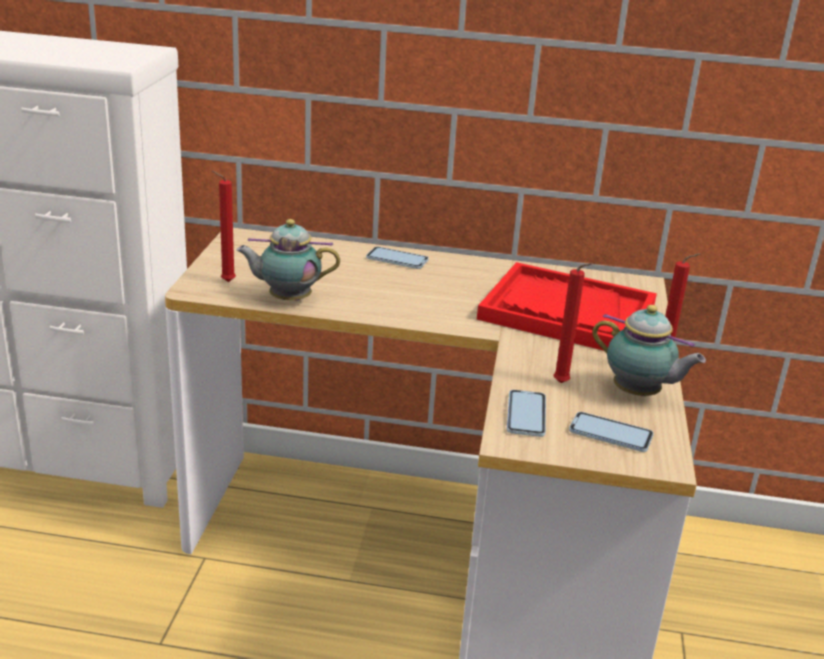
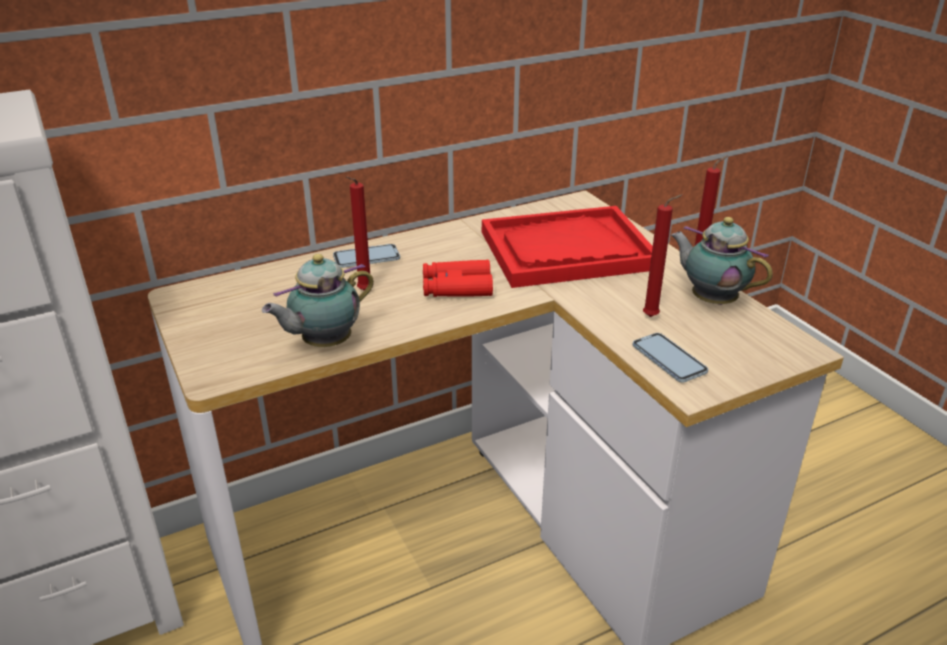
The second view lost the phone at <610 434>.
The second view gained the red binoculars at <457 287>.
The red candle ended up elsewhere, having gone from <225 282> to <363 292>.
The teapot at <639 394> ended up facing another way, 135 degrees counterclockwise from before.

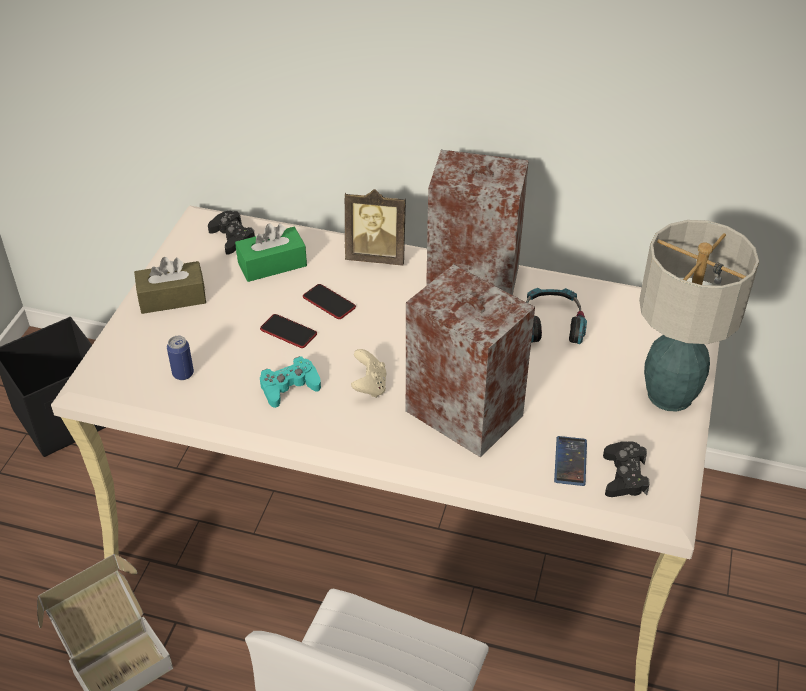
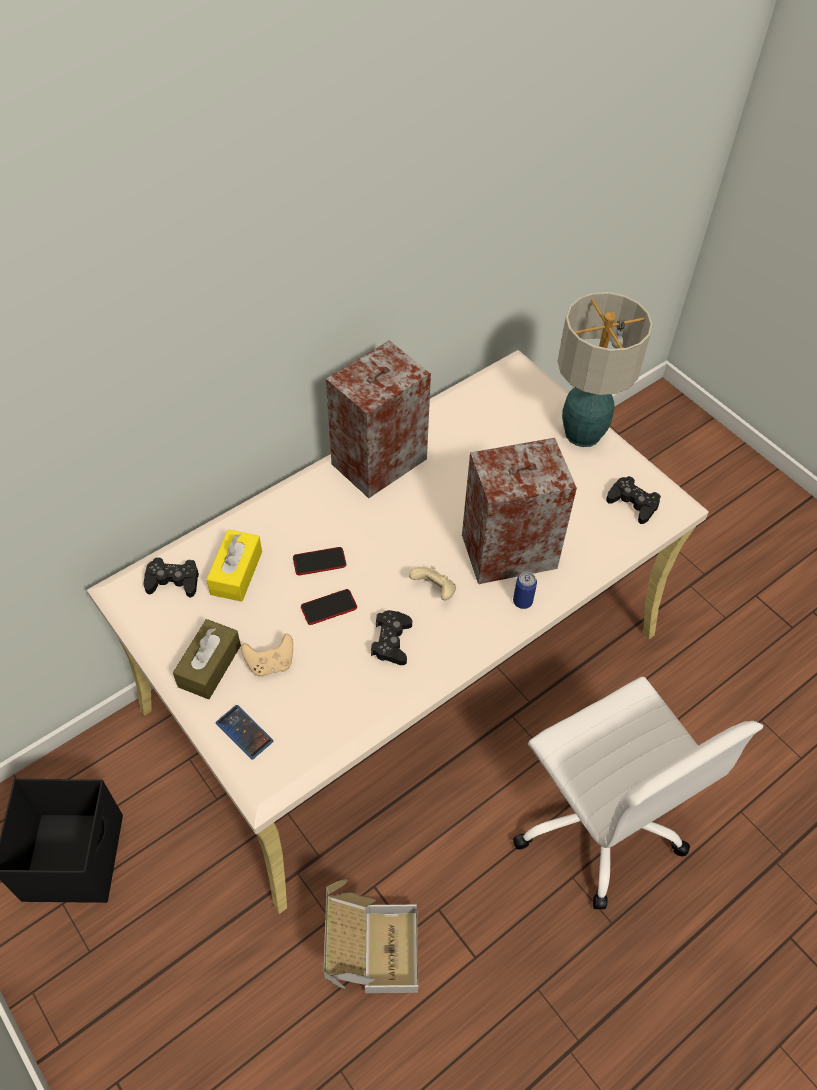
The second view lost the picture frame at <376 256>.
The second view lost the headphones at <552 324>.
The second view gained the beige game controller at <270 663>.
The can ended up elsewhere, having gone from <183 374> to <522 601>.
The phone ended up elsewhere, having gone from <570 461> to <244 732>.
What was the green tissue box at <272 264> turned into the yellow tissue box at <236 573>.
What was the turquoise game controller at <289 387> turned into the black game controller at <391 641>.

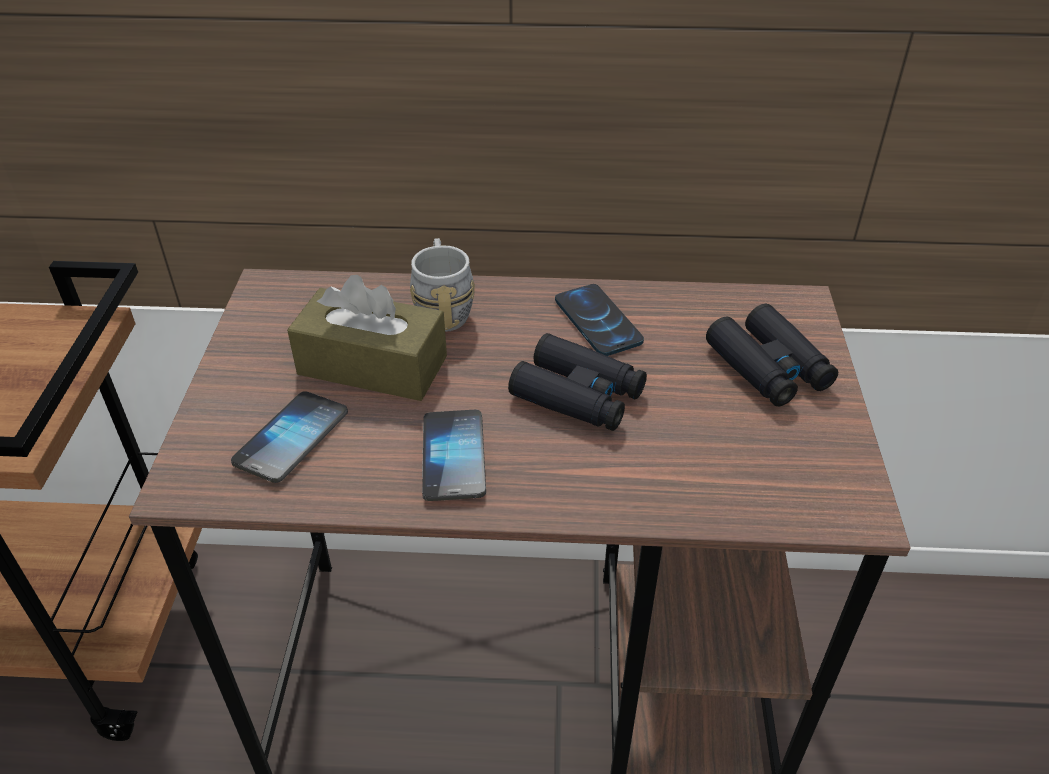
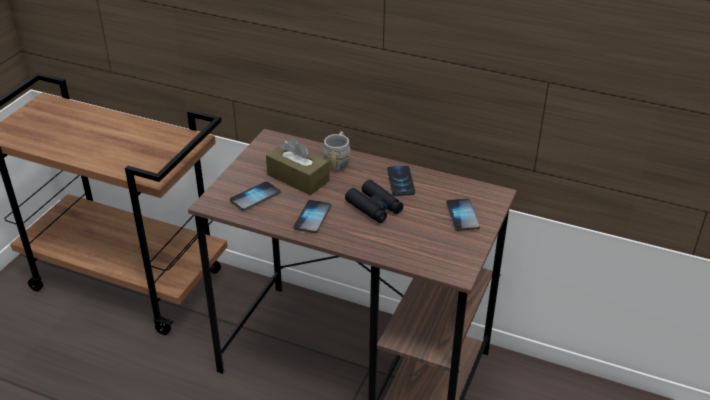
Where the black binoculars stood at <768 367>, the phone came to stand at <462 215>.

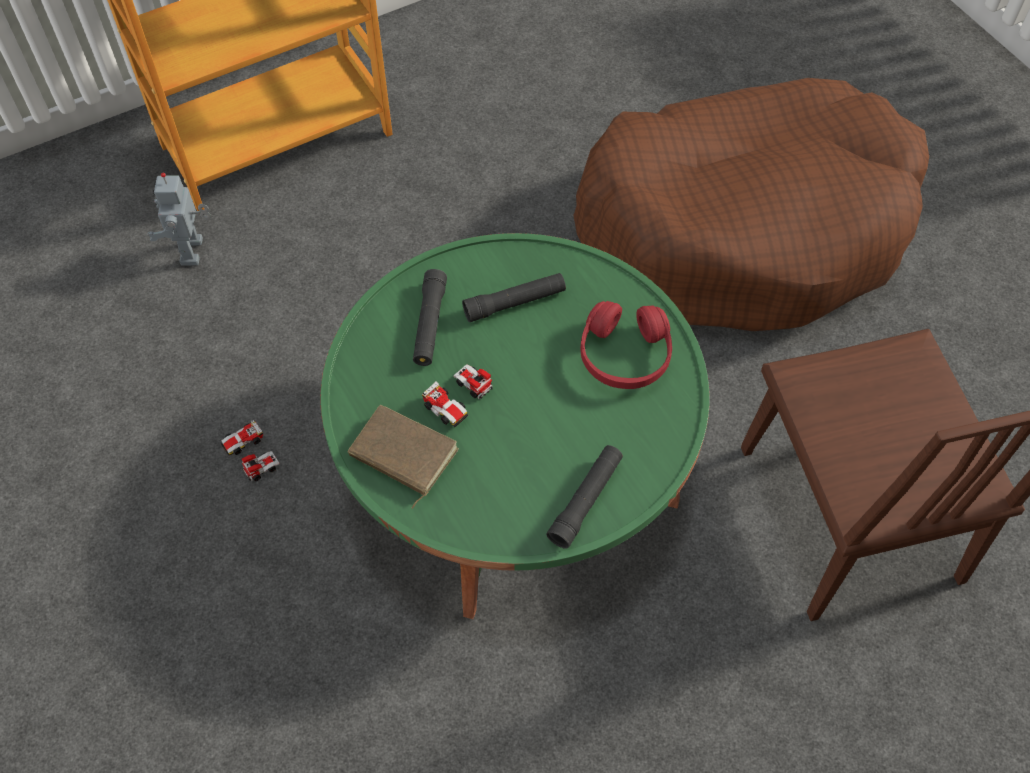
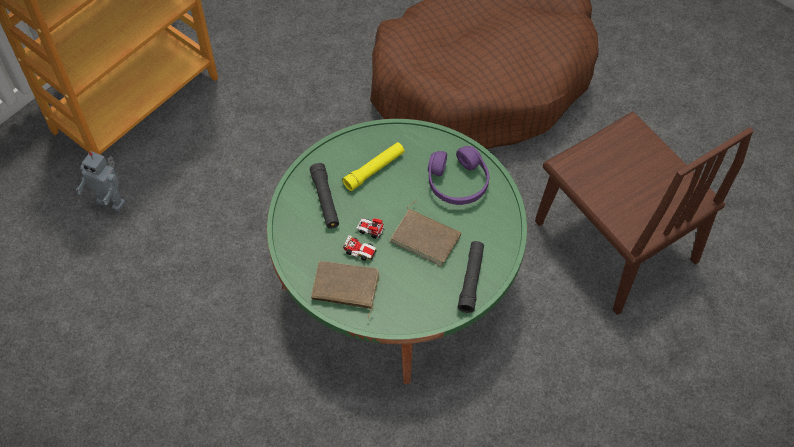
The second view lost the toy car at <251 455>.
The second view gained the brown book at <426 237>.
What was the black flashlight at <515 303> turned into the yellow flashlight at <374 170>.
What was the red headphones at <624 355> turned into the purple headphones at <457 182>.
The toy robot at <194 251> ended up facing another way, 45 degrees counterclockwise from before.

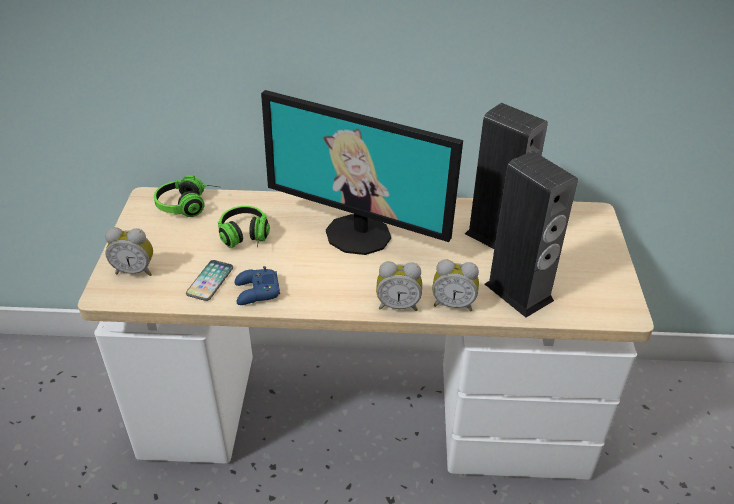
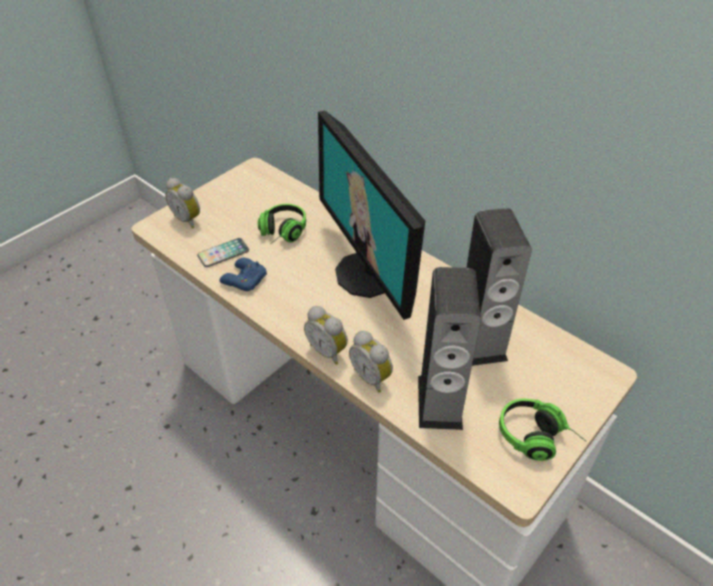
The headphones ended up elsewhere, having gone from <189 205> to <538 439>.

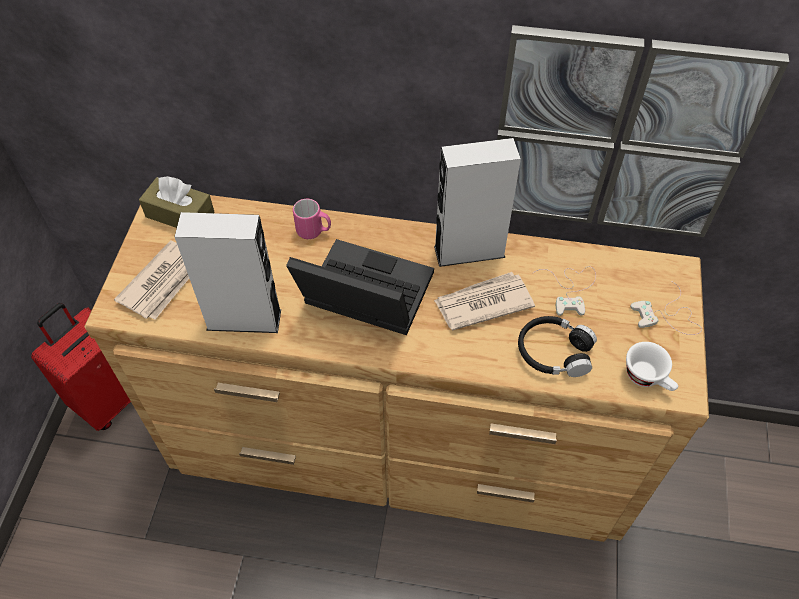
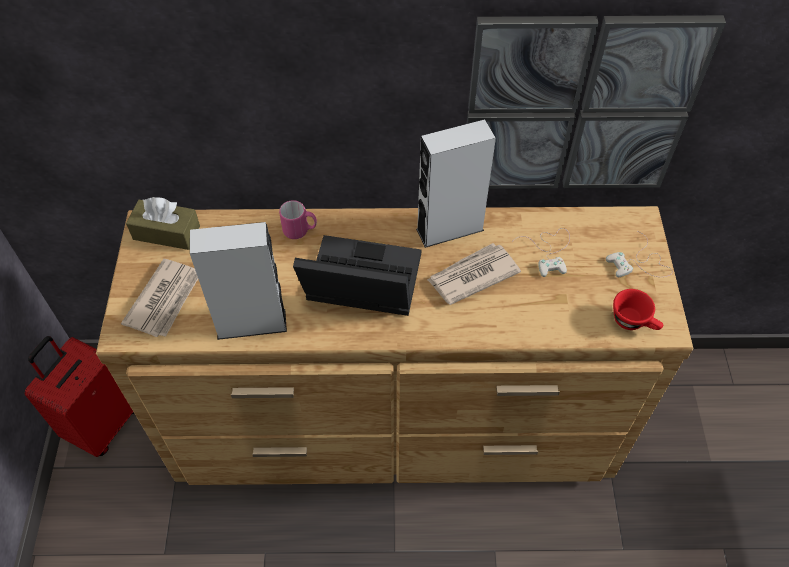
The second view lost the black headphones at <554 352>.
What was the white cup at <648 378> turned into the red cup at <634 322>.

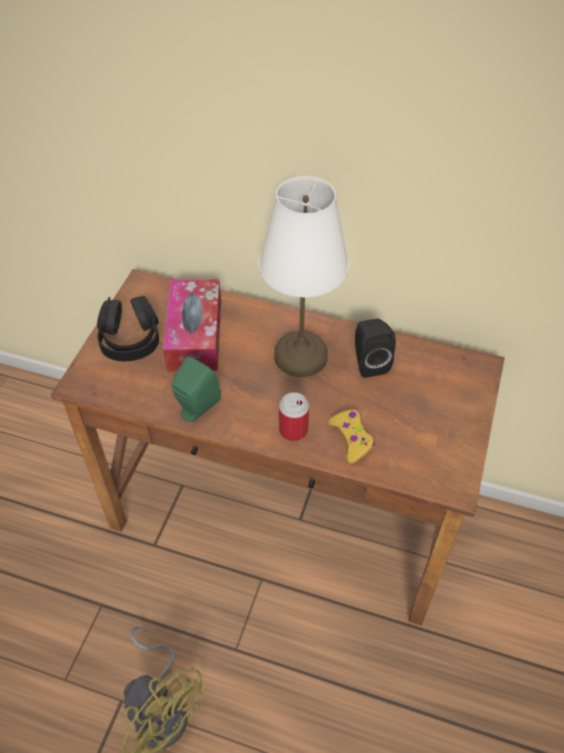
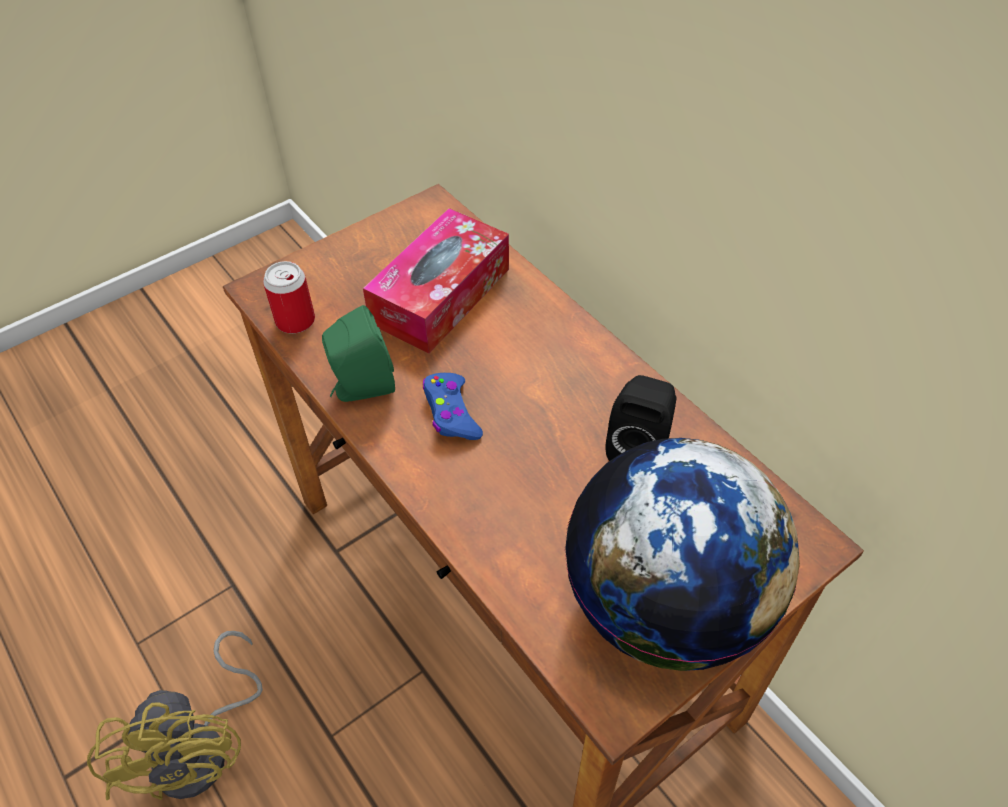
The second view lost the black headphones at <130 339>.
The second view lost the white table lamp at <301 357>.
The second view lost the yellow game controller at <351 438>.
The second view gained the blue game controller at <451 413>.
The second view gained the globe at <665 604>.
The can ended up elsewhere, having gone from <293 430> to <295 321>.

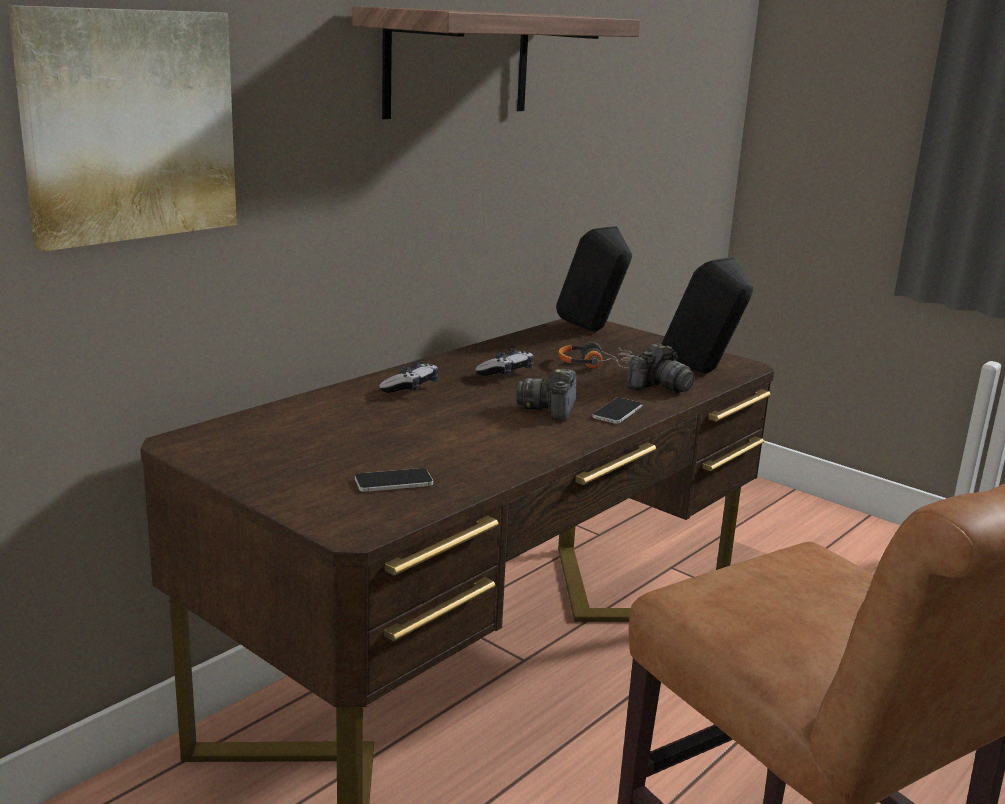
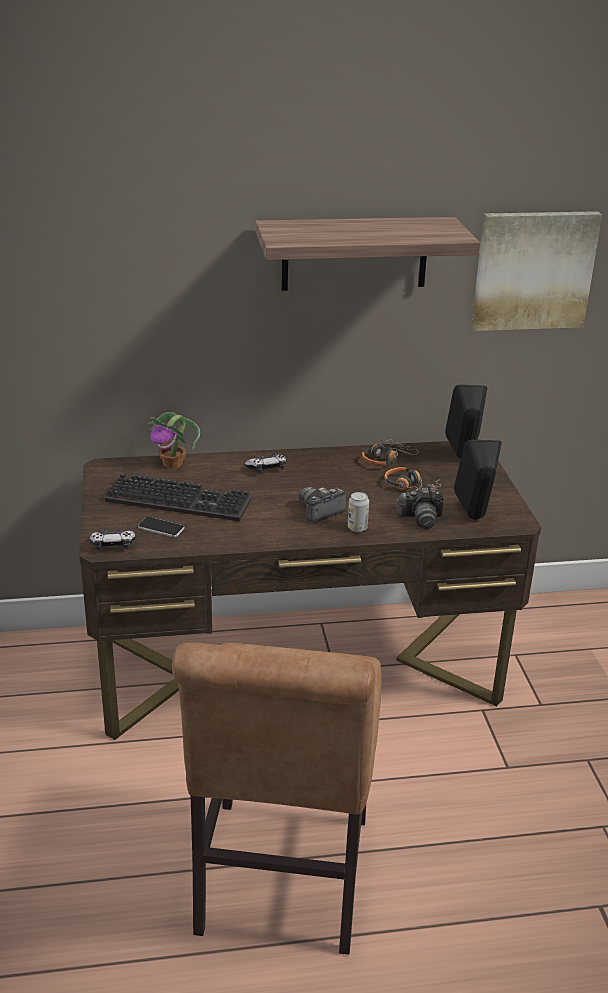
The second view gained the keyboard at <181 500>.
The second view gained the potted plant at <173 463>.
The second view gained the headphones at <386 458>.
The picture ended up elsewhere, having gone from <128 125> to <533 270>.
The game controller ended up elsewhere, having gone from <506 373> to <113 545>.
Where the phone stood at <617 412>, the can came to stand at <357 528>.

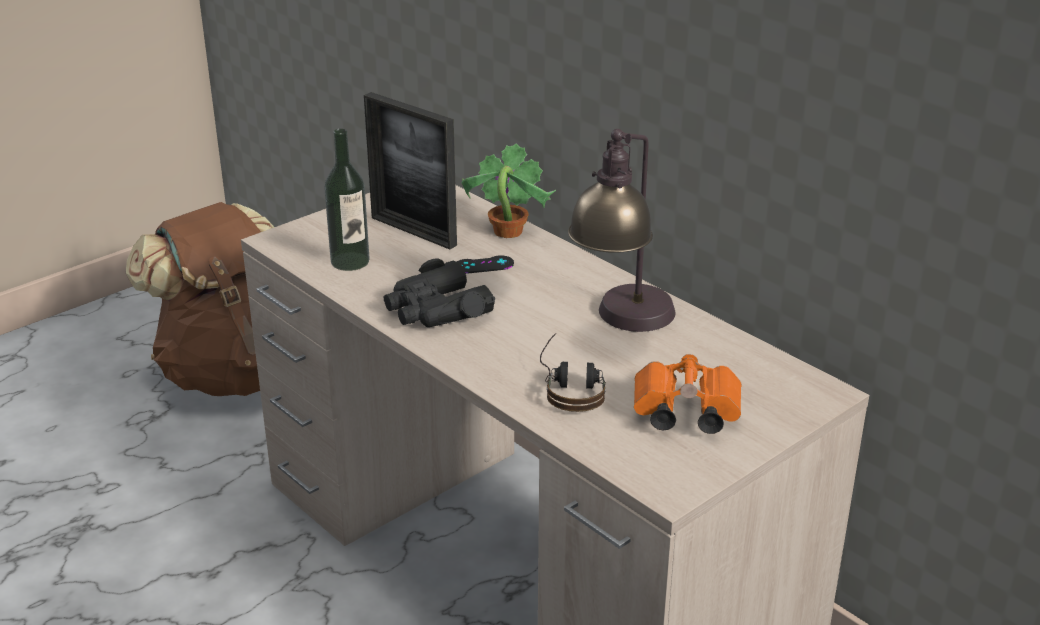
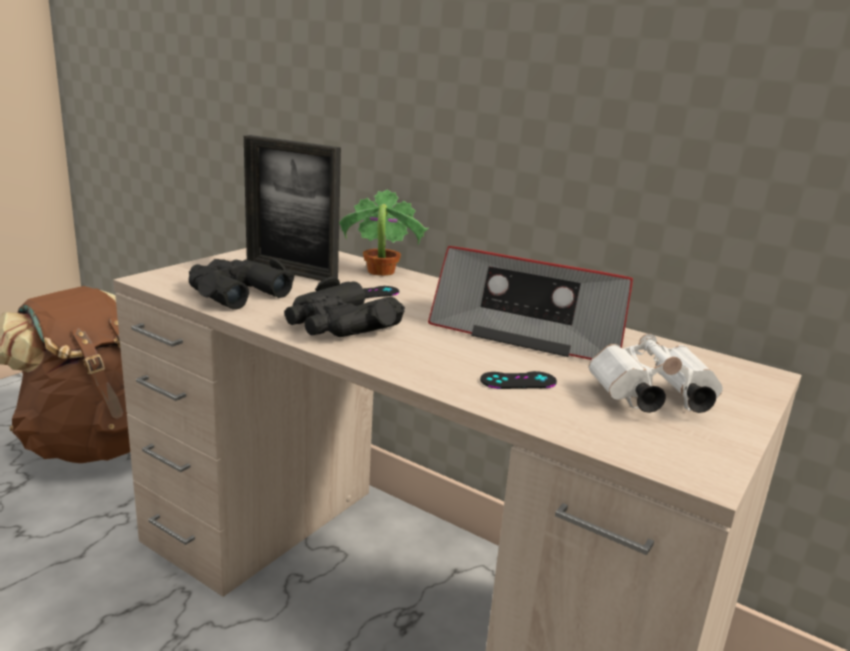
Where the bottle stood at <350 261>, the black binoculars came to stand at <234 292>.
Where the headphones stood at <572 386>, the black game controller came to stand at <518 381>.
Where the table lamp stood at <622 325>, the radio came to stand at <530 331>.
What was the orange binoculars at <682 414> turned into the white binoculars at <649 399>.

